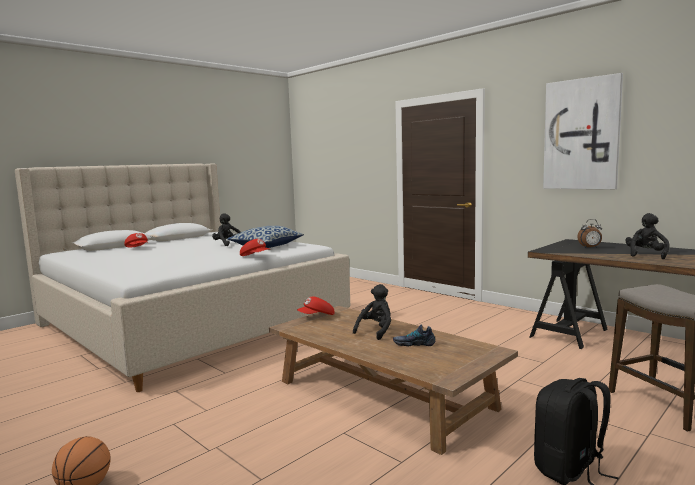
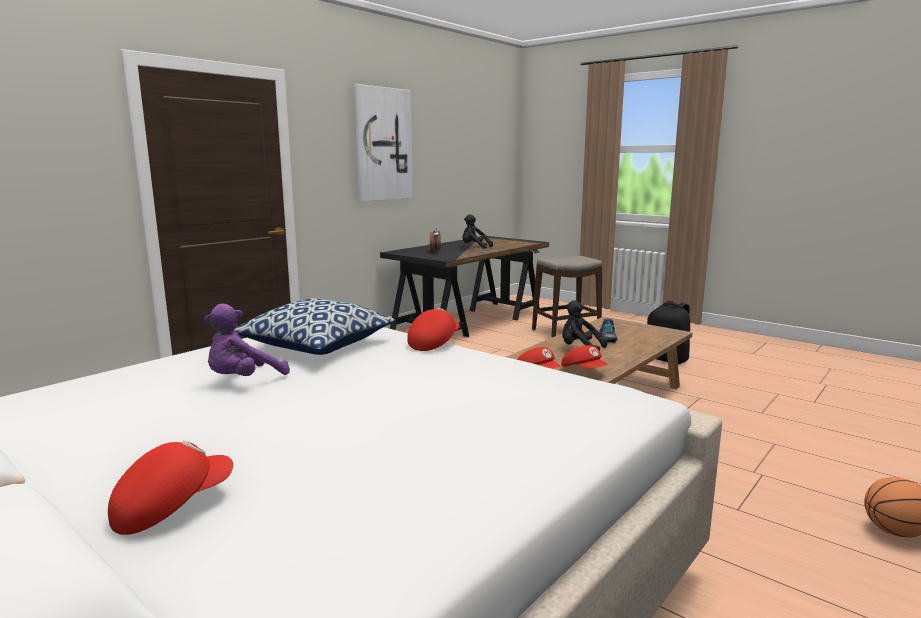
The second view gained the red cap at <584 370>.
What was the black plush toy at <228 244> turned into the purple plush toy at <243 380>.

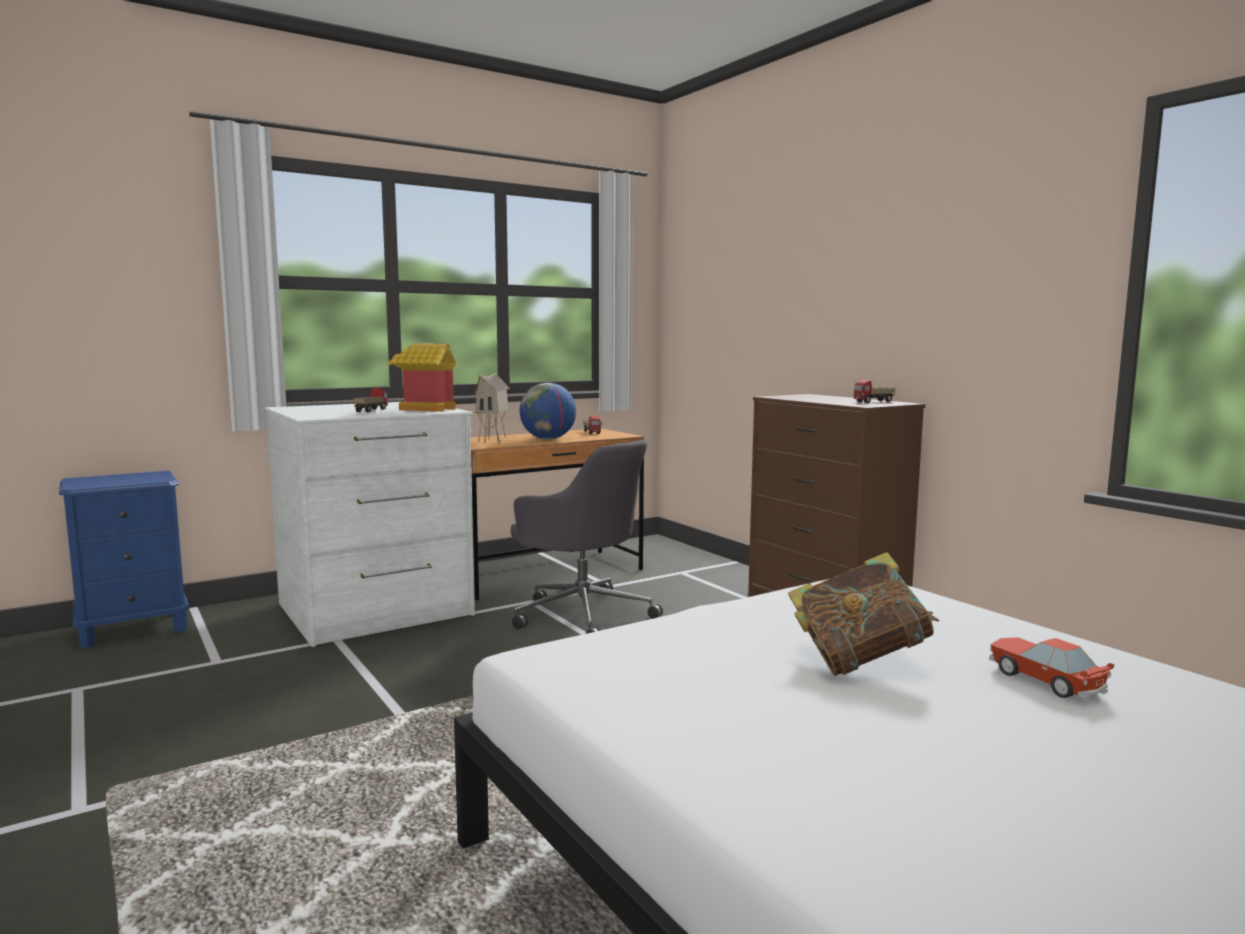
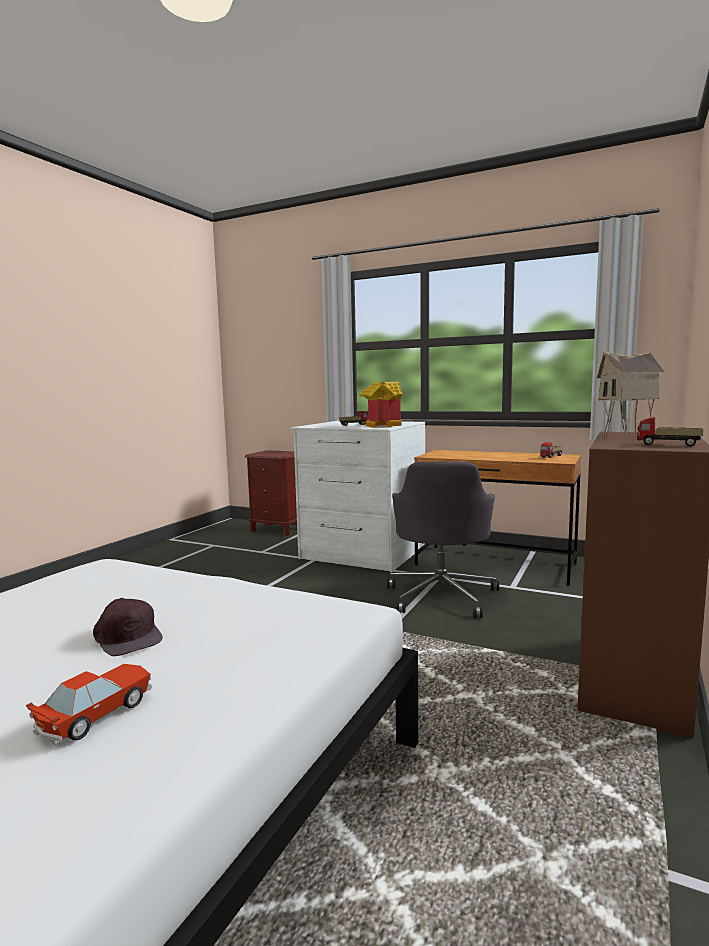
The second view lost the globe at <548 439>.
The toy house ended up elsewhere, having gone from <494 440> to <628 436>.
Where the book stood at <859 660>, the brown cap came to stand at <127 636>.
What was the blue nightstand at <134 629> turned into the brown nightstand at <278 529>.

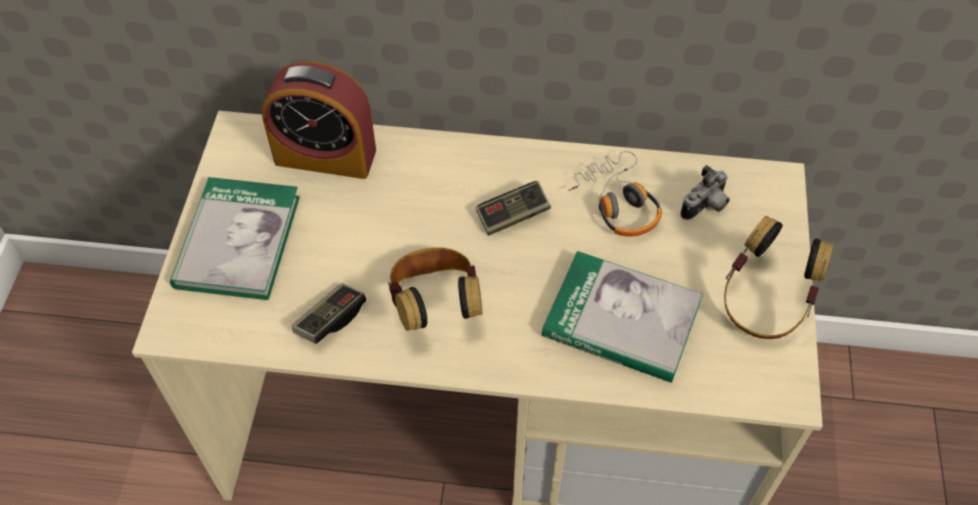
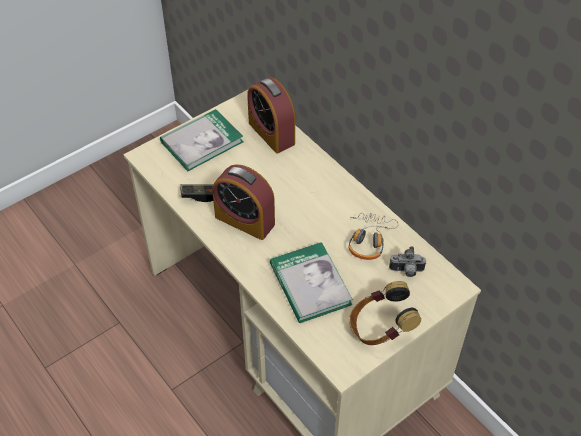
The second view lost the game controller at <513 216>.
Where the headphones stood at <435 305>, the alarm clock came to stand at <244 220>.

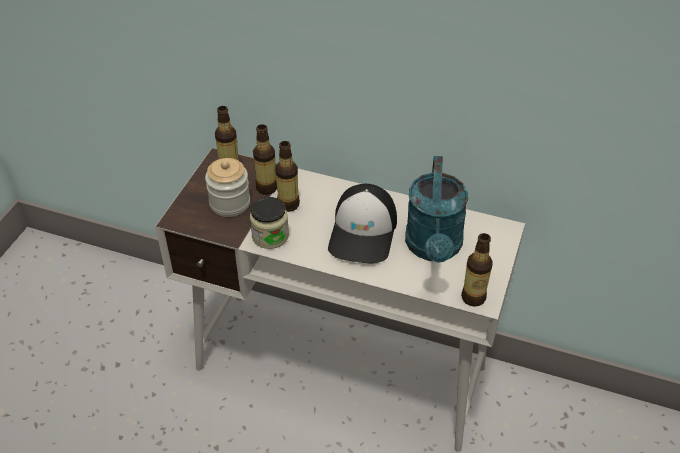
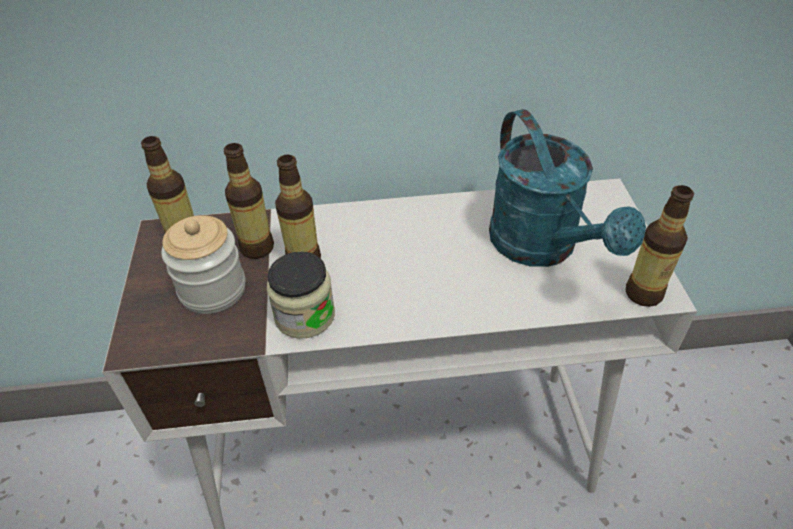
The second view lost the cap at <363 232>.

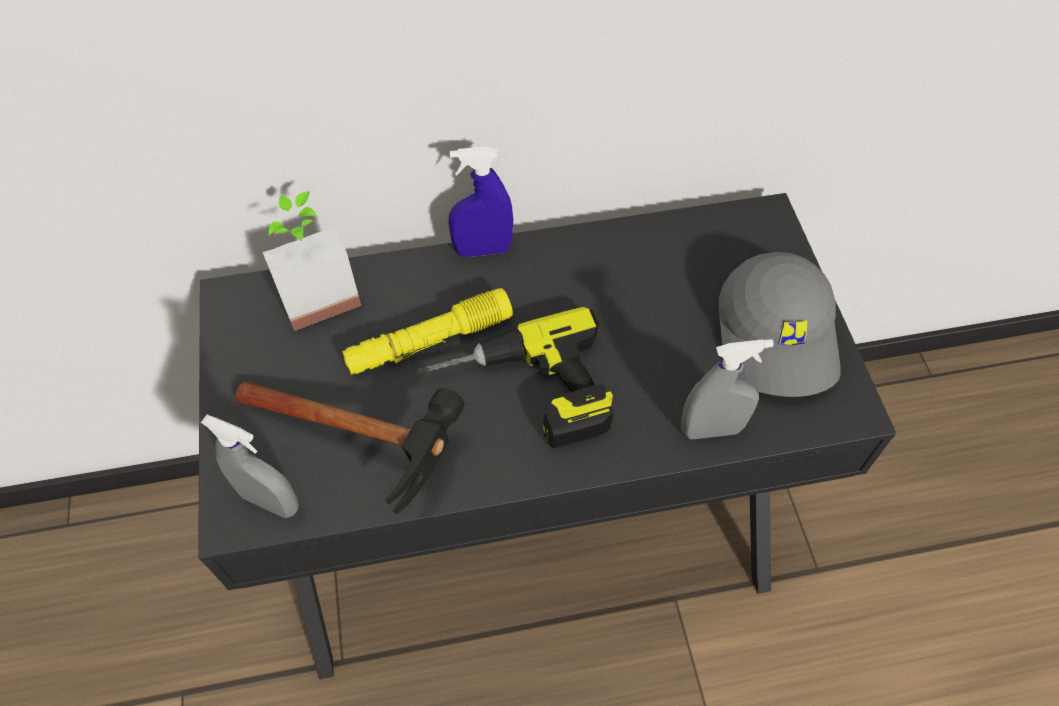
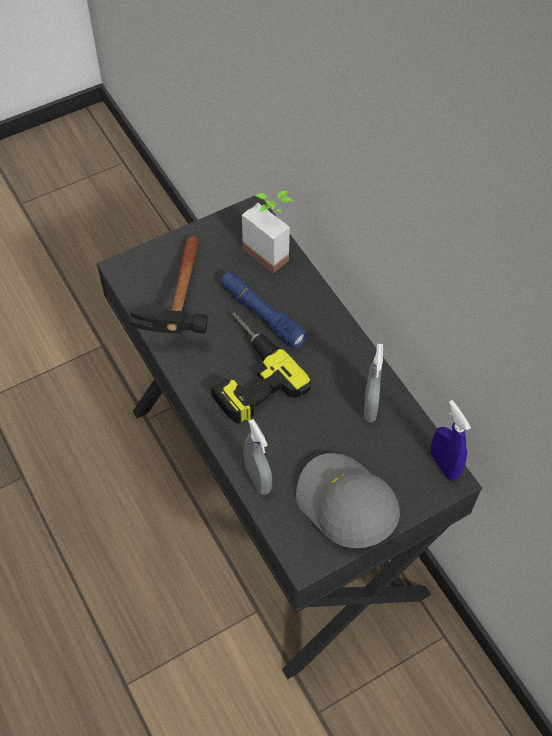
The grey spray bottle ended up elsewhere, having gone from <270 501> to <370 407>.
The blue spray bottle ended up elsewhere, having gone from <483 250> to <443 465>.
What was the yellow flashlight at <429 341> turned into the blue flashlight at <262 314>.
The grey cap at <779 338> ended up facing another way, 75 degrees clockwise from before.

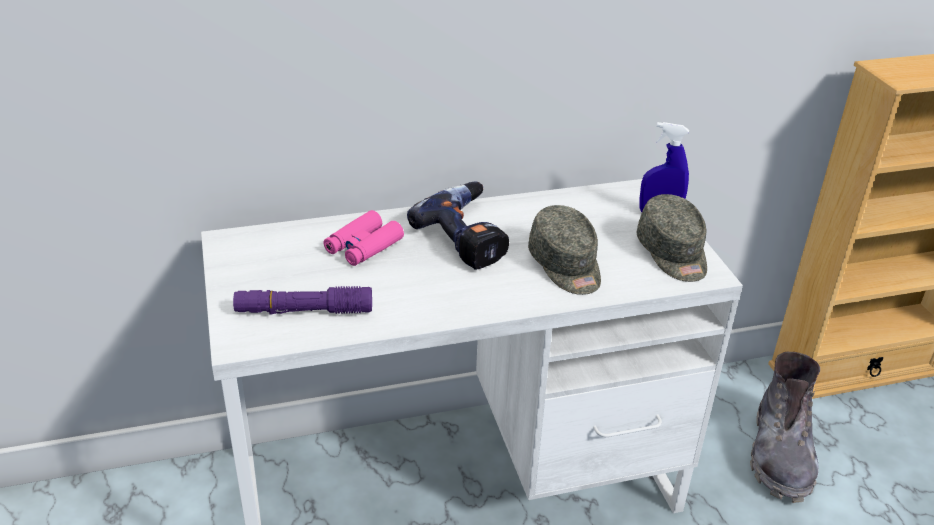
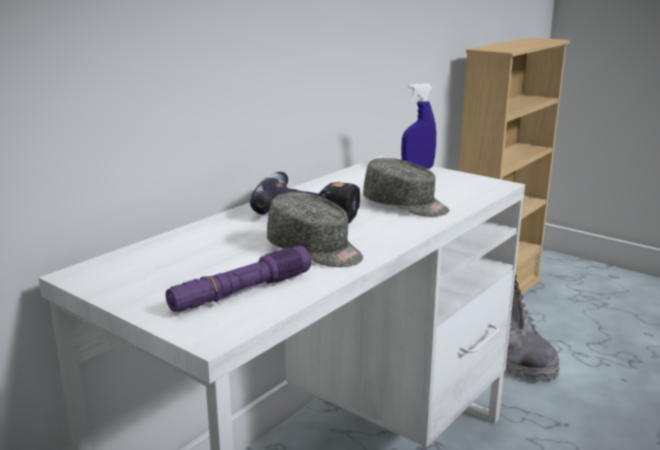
The second view lost the pink binoculars at <363 246>.
The grey cap ended up elsewhere, having gone from <673 254> to <315 250>.

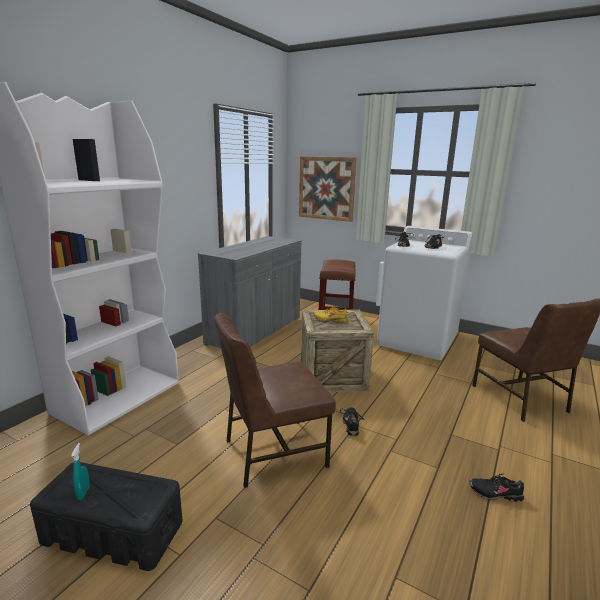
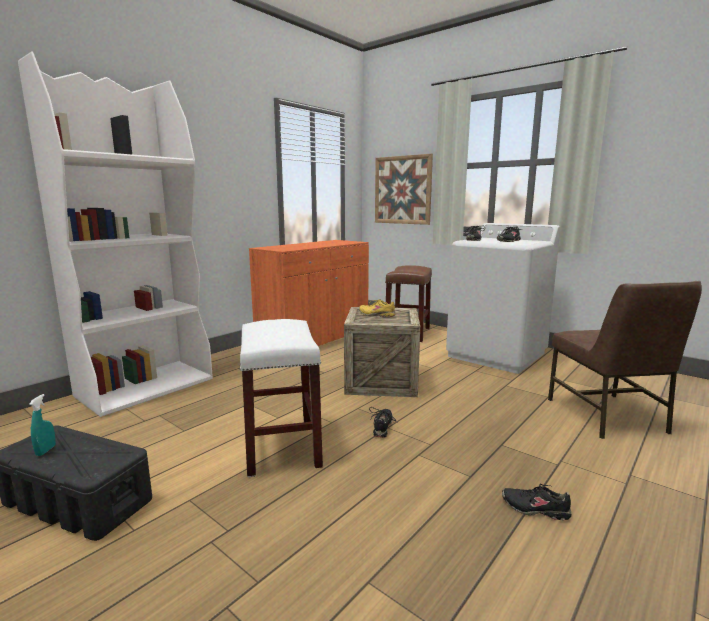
Where the brown chair stood at <273 452>, the white stool came to stand at <281 446>.
What was the grey cabinet at <255 331> turned into the orange cabinet at <315 339>.

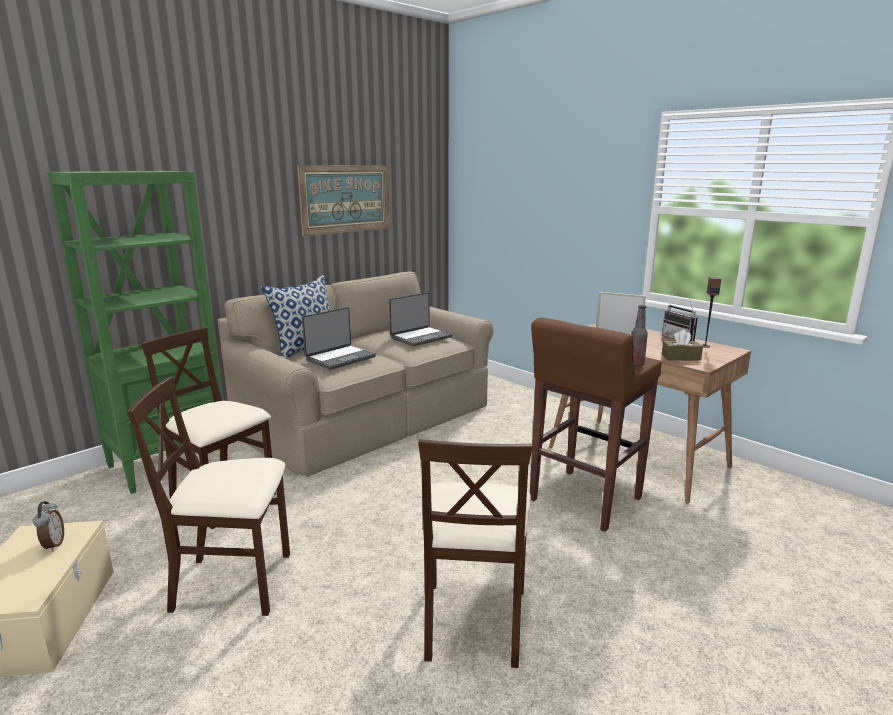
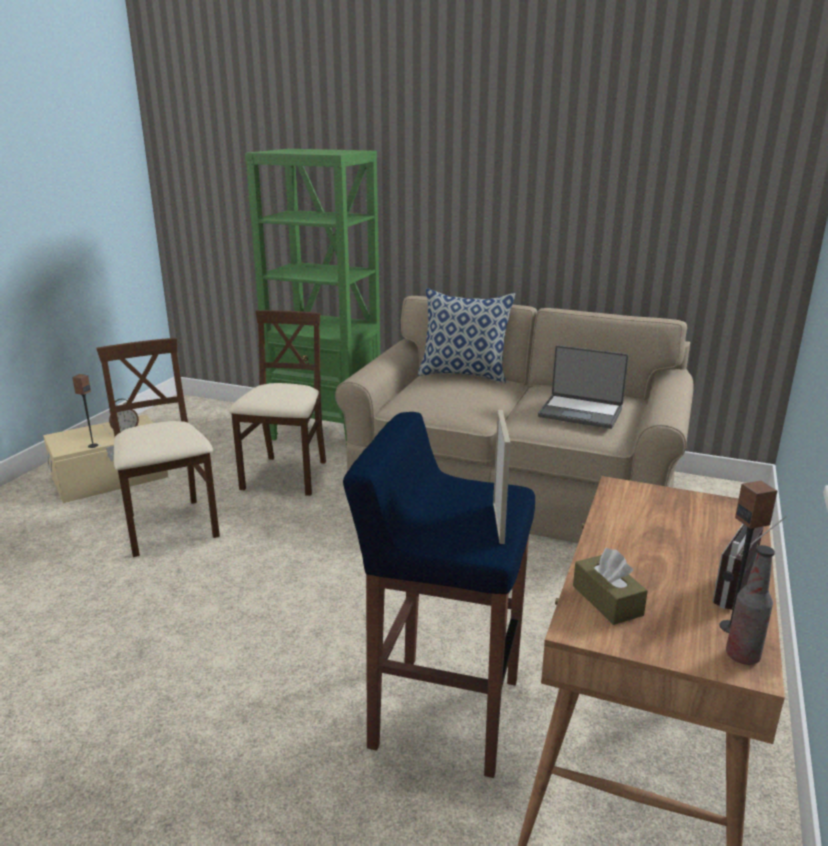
The second view lost the picture at <346 199>.
The second view lost the laptop at <340 358>.
The second view lost the beige chair at <473 620>.
The second view gained the speaker at <93 445>.
The bottle ended up elsewhere, having gone from <636 364> to <742 656>.
What was the brown stool at <584 500> turned into the blue stool at <443 712>.

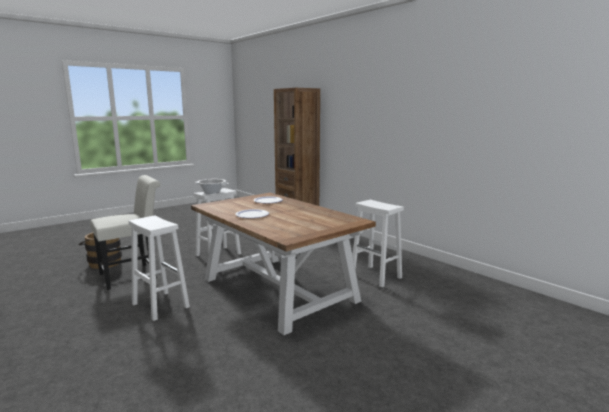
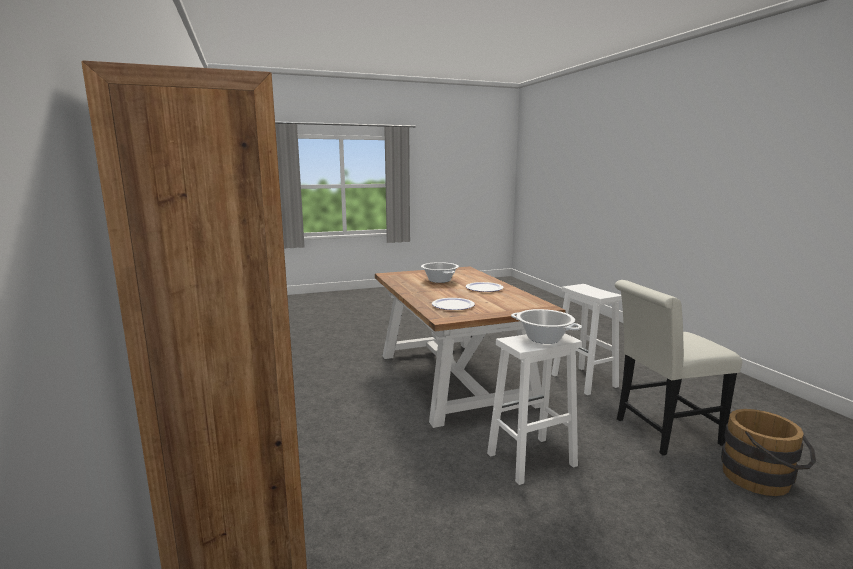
The second view lost the white stool at <376 276>.
The second view gained the cooking pot at <439 280>.

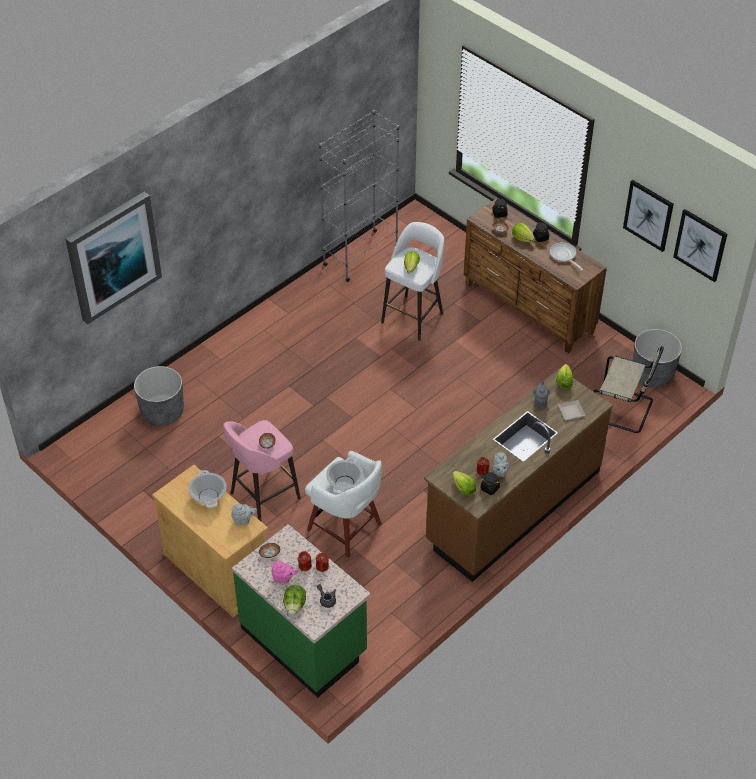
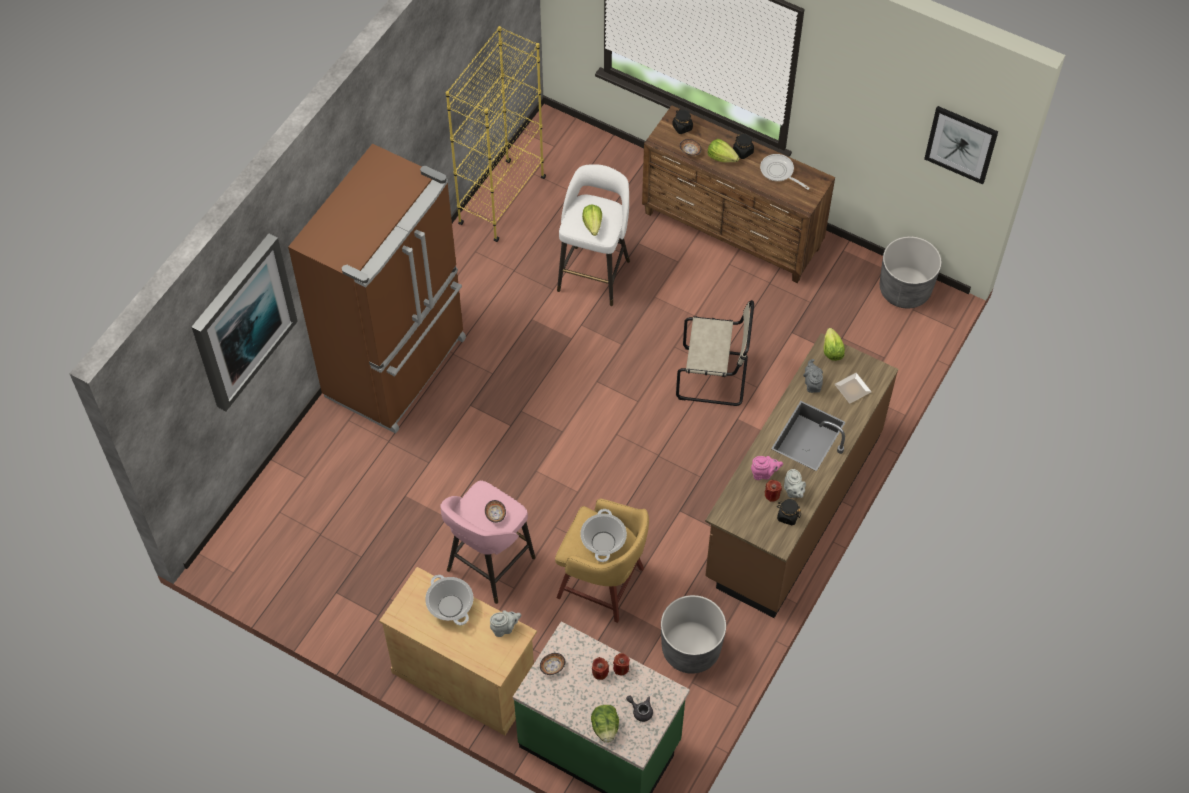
The second view lost the lettuce at <463 488>.
The second view lost the picture at <648 215>.
The second view gained the brown fridge at <398 368>.
The grey planter ended up elsewhere, having gone from <162 412> to <691 649>.
The pink teapot ended up elsewhere, having gone from <283 578> to <764 474>.
The beige chair ended up elsewhere, having gone from <623 410> to <715 377>.
What was the white stool at <346 529> turned into the yellow stool at <603 584>.
What was the grey bookcase at <360 256> turned into the yellow bookcase at <501 201>.

